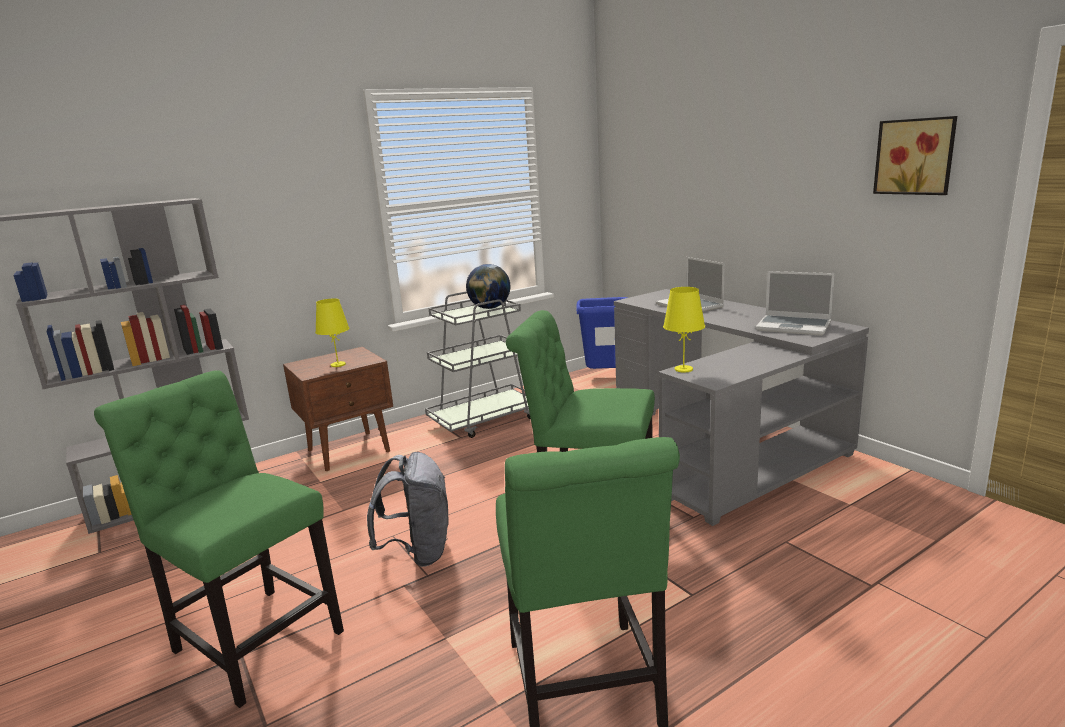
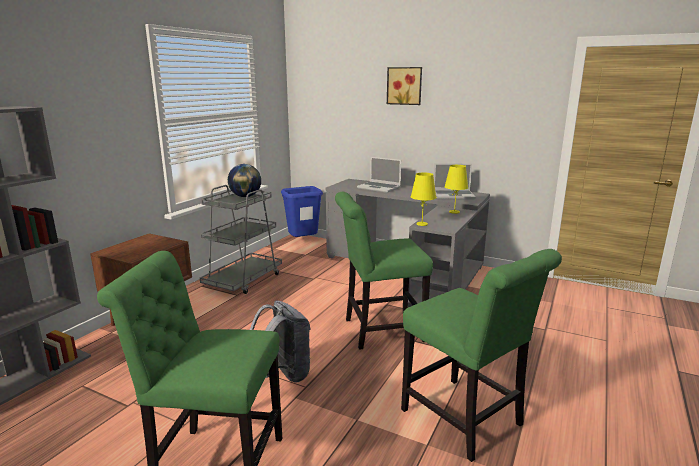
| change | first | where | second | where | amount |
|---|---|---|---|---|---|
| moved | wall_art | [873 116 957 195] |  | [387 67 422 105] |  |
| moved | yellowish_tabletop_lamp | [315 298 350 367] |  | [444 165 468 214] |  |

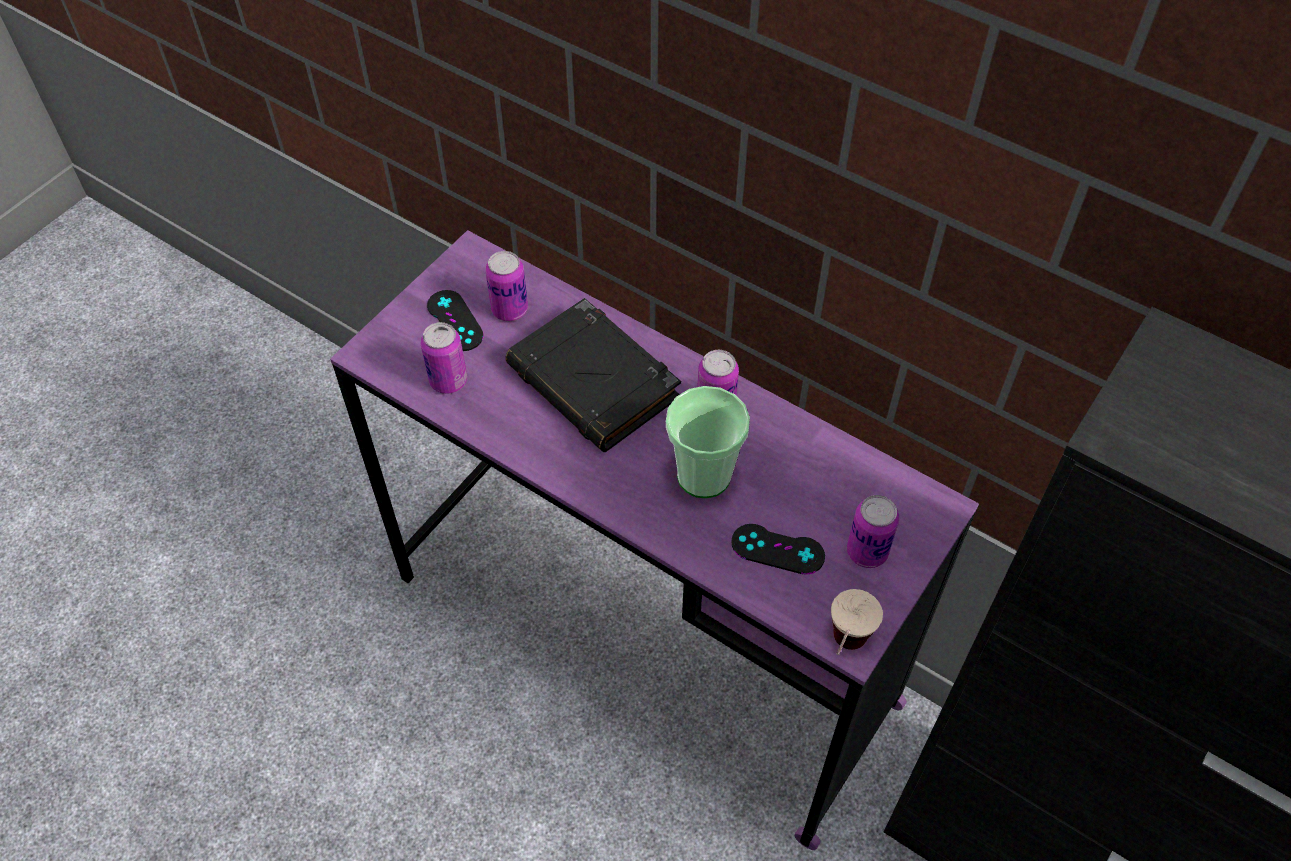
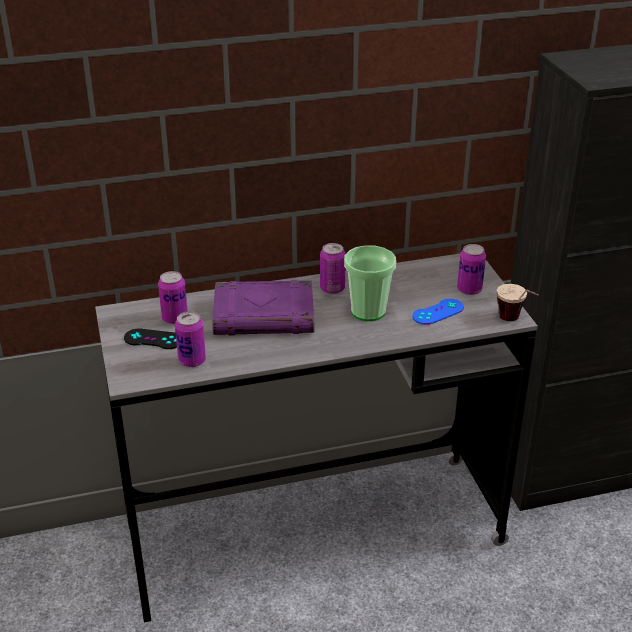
| change | first | where | second | where | amount |
|---|---|---|---|---|---|
| recoloured | purplish_desk | [330 230 979 850] | grey_desk | [95 254 538 623] |  |
| recoloured | black_book | [505 298 681 452] | purplish_book | [212 280 314 336] |  |
| recoloured | black_game_controller | [731 524 825 575] | blue_game_controller | [412 299 464 325] |  |

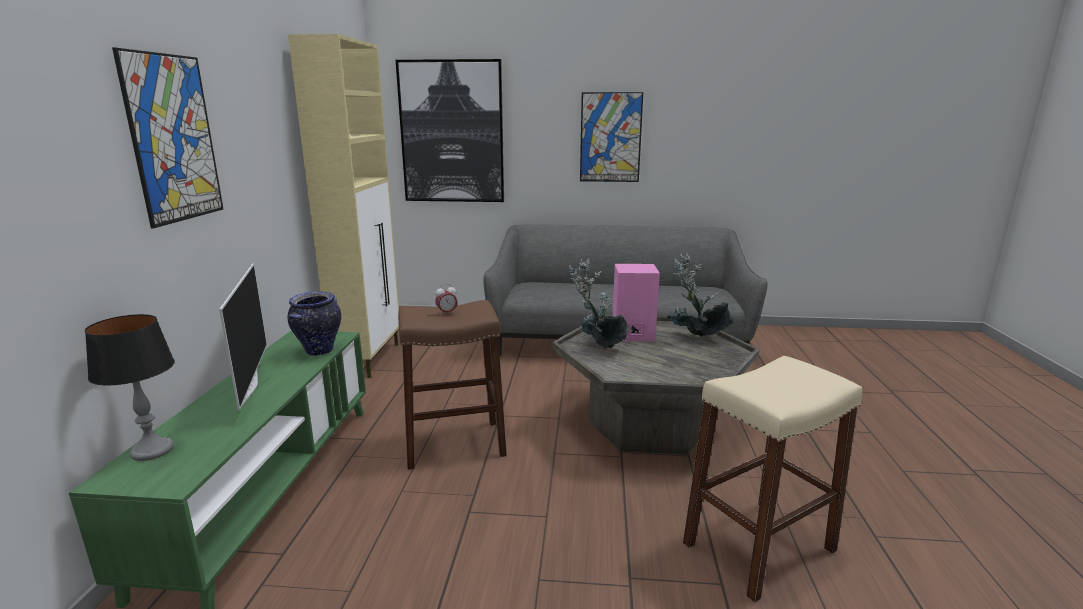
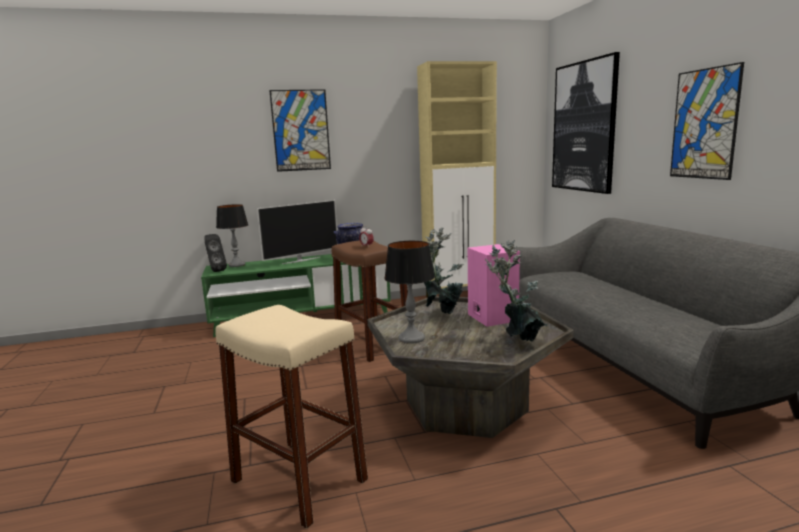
| change | first | where | second | where | amount |
|---|---|---|---|---|---|
| added |  |  | black_audio_speaker | [205 234 227 272] |  |
| added |  |  | tabletop_lamp | [384 241 435 344] |  |

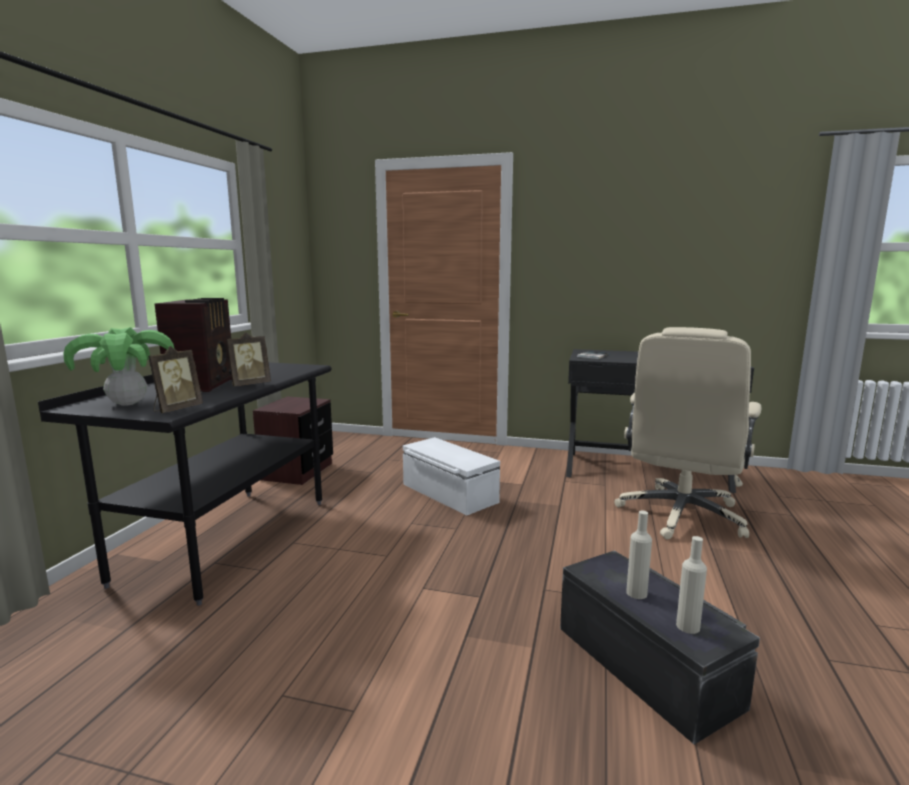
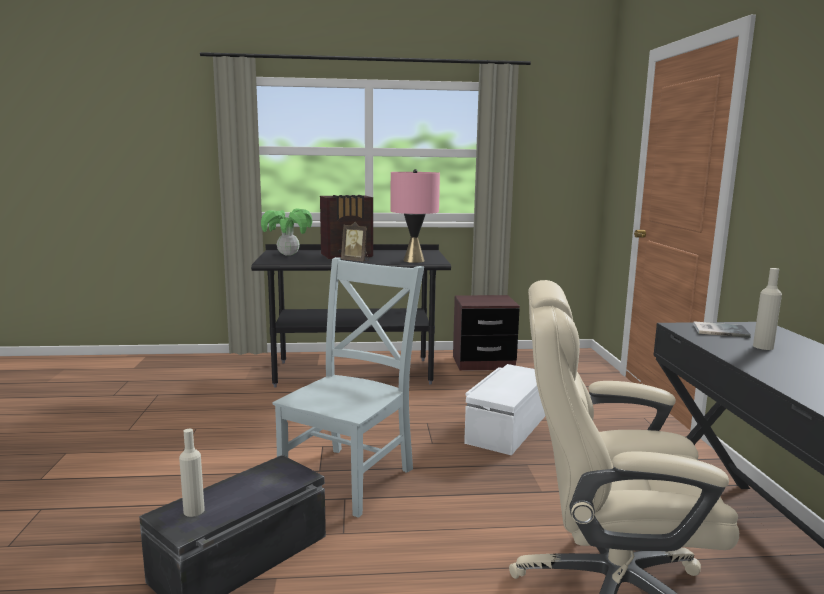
| change | first | where | second | where | amount |
|---|---|---|---|---|---|
| added |  |  | grey_chair | [273 257 424 518] |  |
| added |  |  | pink_tabletop_lamp | [390 169 440 263] |  |
| moved | sand-coloured_bottle | [626 510 652 599] |  | [753 268 782 350] |  |
| removed | picture_frame | [148 346 203 413] |  |  |  |

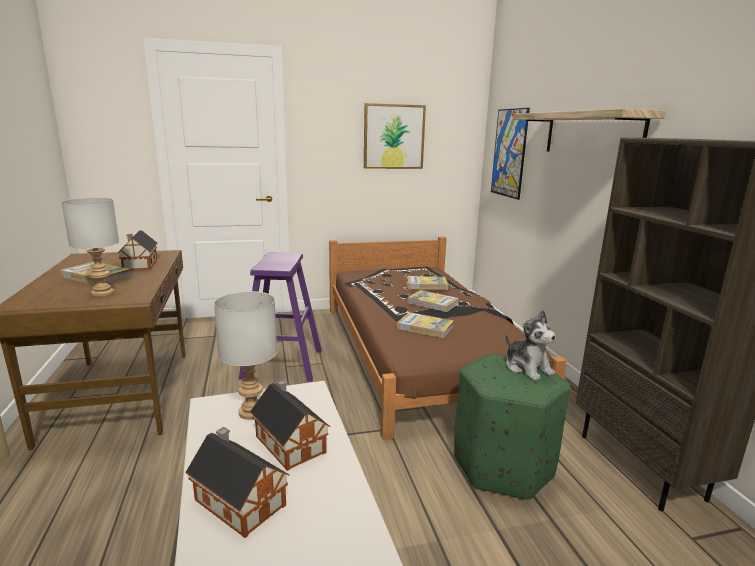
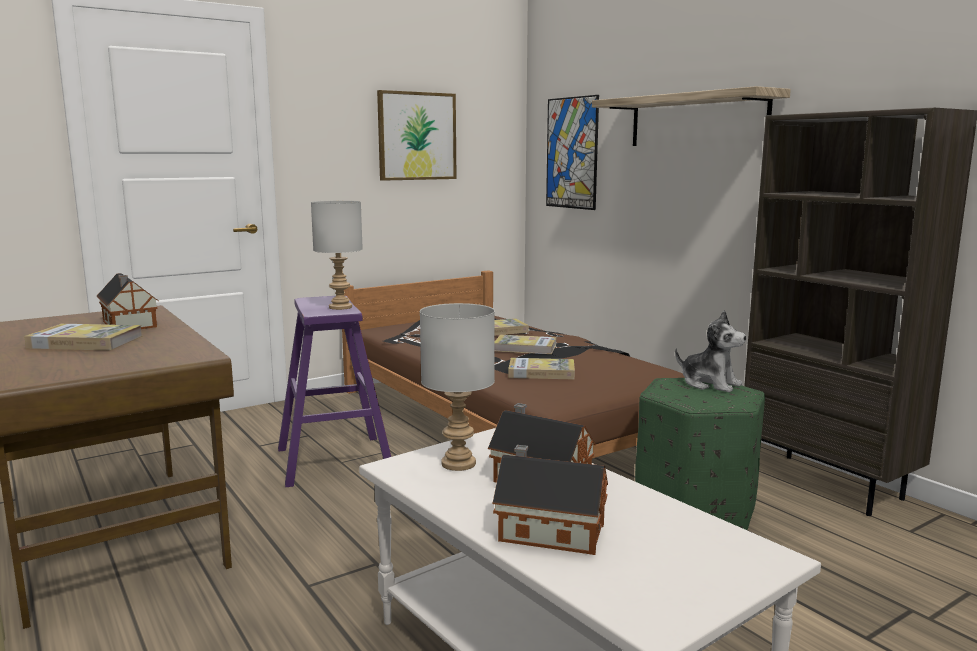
| change | first | where | second | where | amount |
|---|---|---|---|---|---|
| moved | grey_tabletop_lamp | [61 197 119 297] |  | [311 200 363 310] |  |

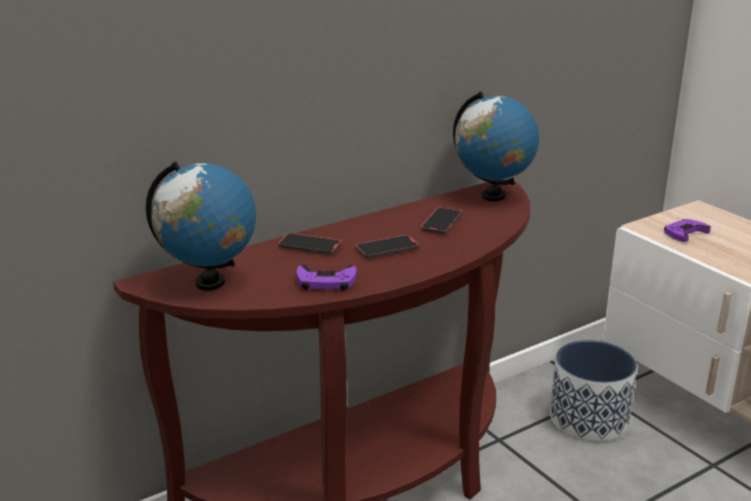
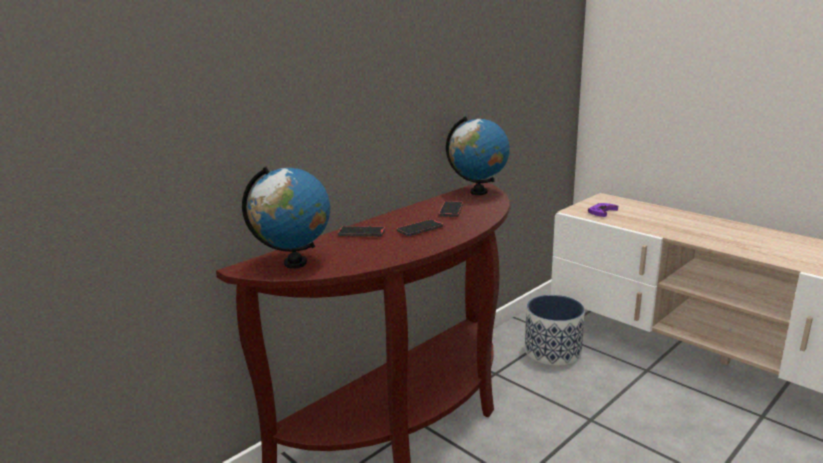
| change | first | where | second | where | amount |
|---|---|---|---|---|---|
| removed | purplish_game_controller | [297 265 357 291] |  |  |  |

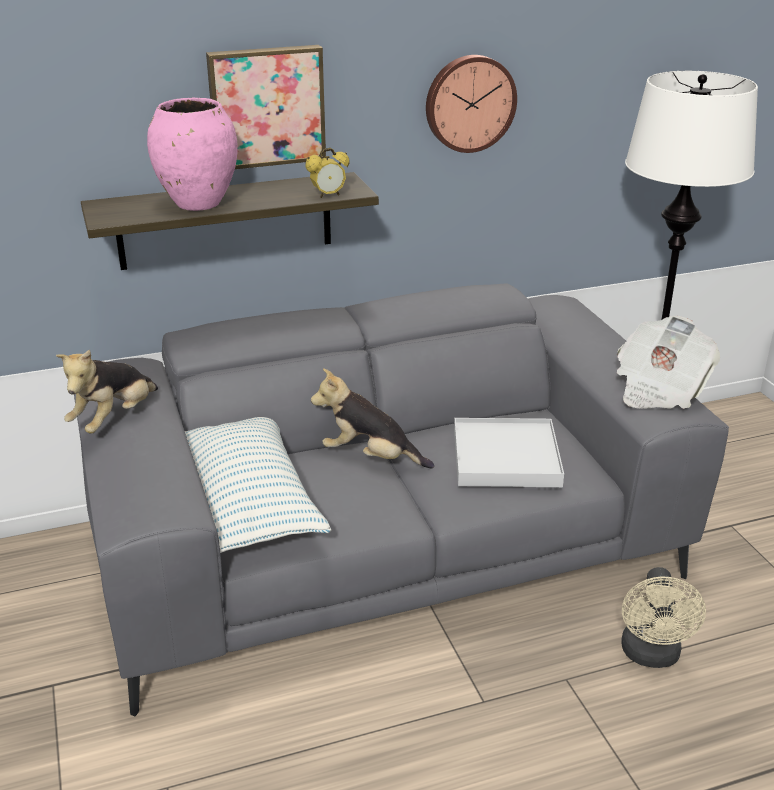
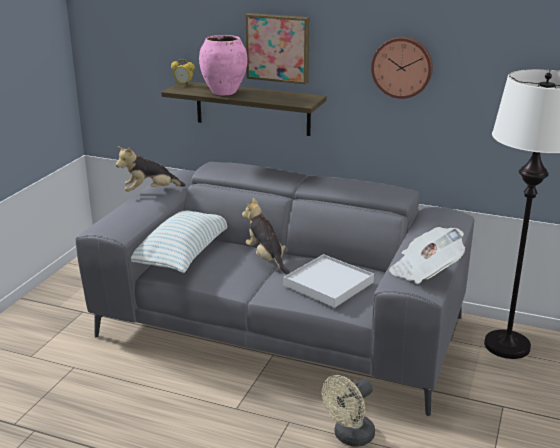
| change | first | where | second | where | amount |
|---|---|---|---|---|---|
| moved | alarm_clock | [305 148 350 198] |  | [171 59 195 86] |  |

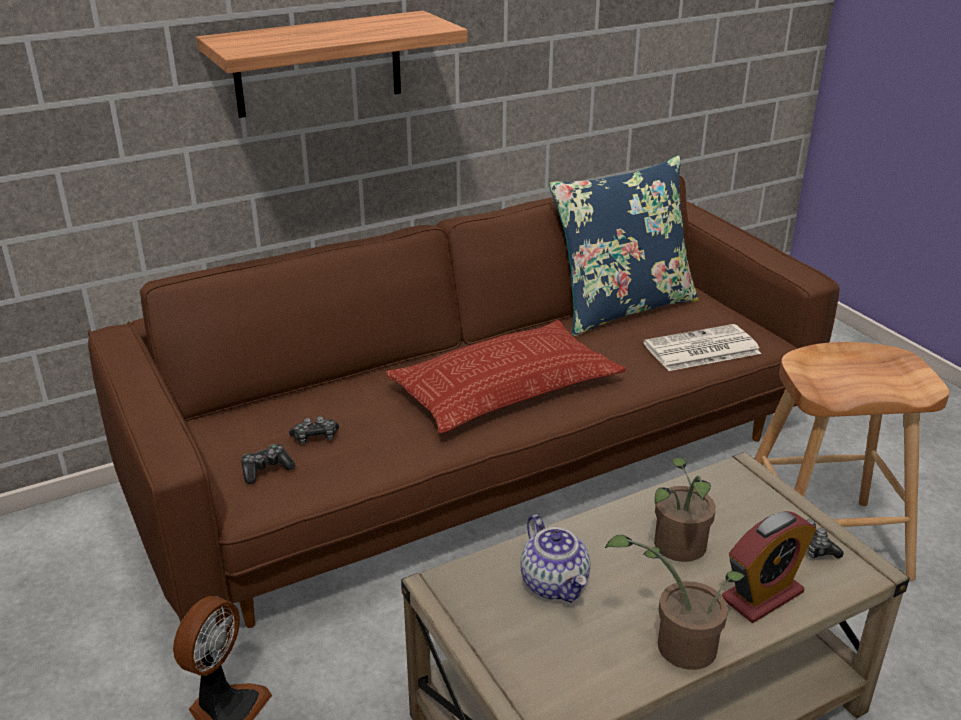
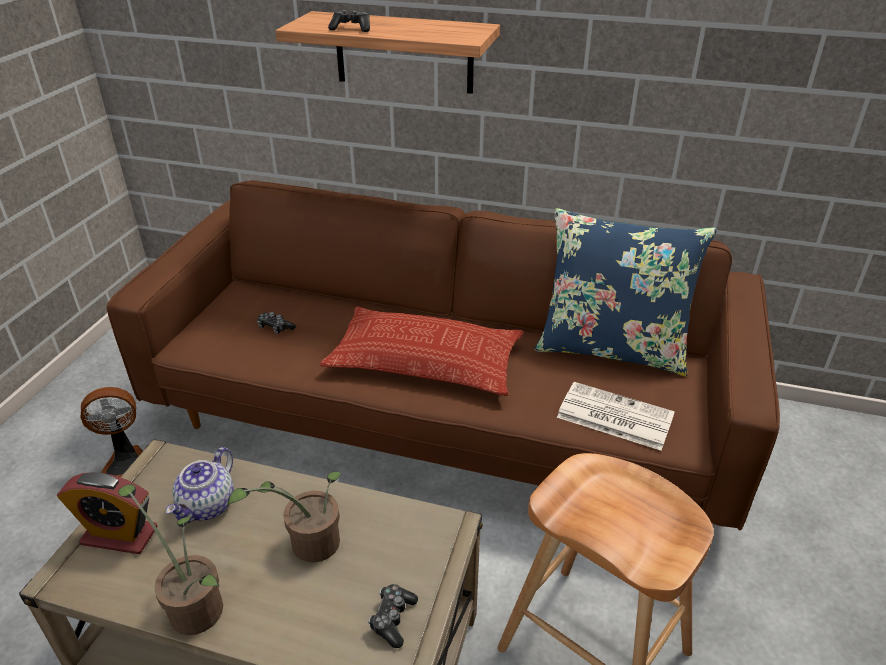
| change | first | where | second | where | amount |
|---|---|---|---|---|---|
| moved | alarm_clock | [722 511 817 623] |  | [57 472 158 554] |  |
| moved | game_controller | [241 444 295 484] |  | [328 10 370 32] |  |

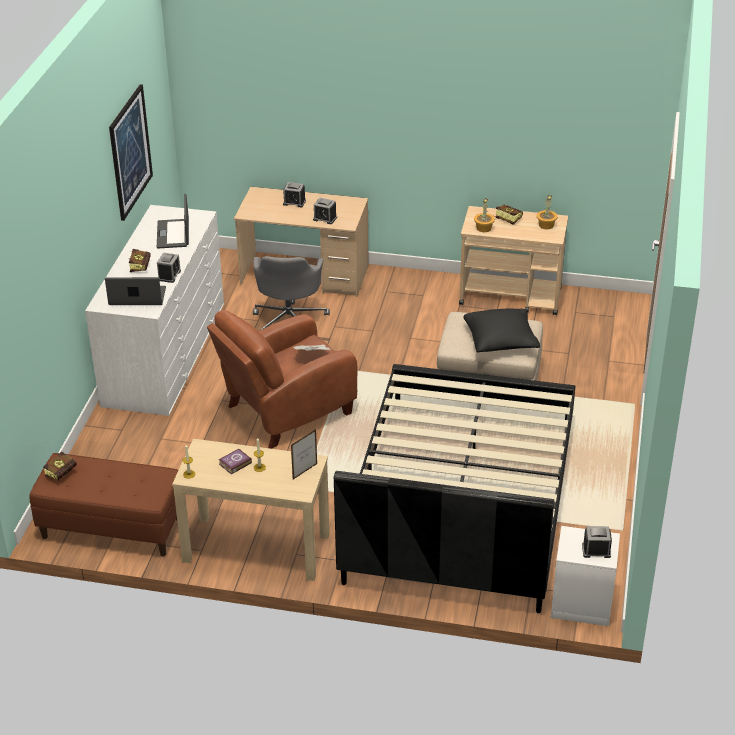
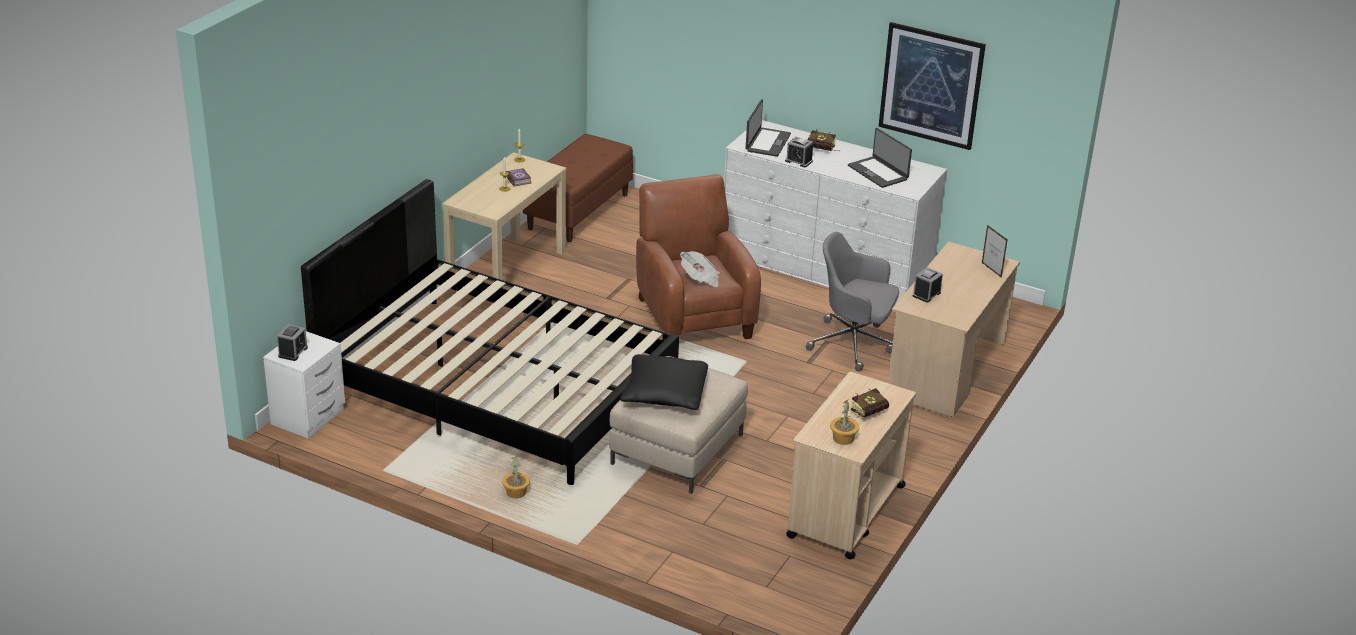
| change | first | where | second | where | amount |
|---|---|---|---|---|---|
| moved | potted_plant | [474 198 495 232] |  | [502 457 530 498] |  |
| turned | portable_computer | [157 194 189 248] |  | [848 128 912 188] | 135 degrees counterclockwise |
| moved | picture_frame | [291 429 317 480] |  | [982 225 1007 278] |  |
| removed | book | [43 451 77 481] |  |  |  |
| removed | alarm_clock | [283 182 306 207] |  |  |  |

